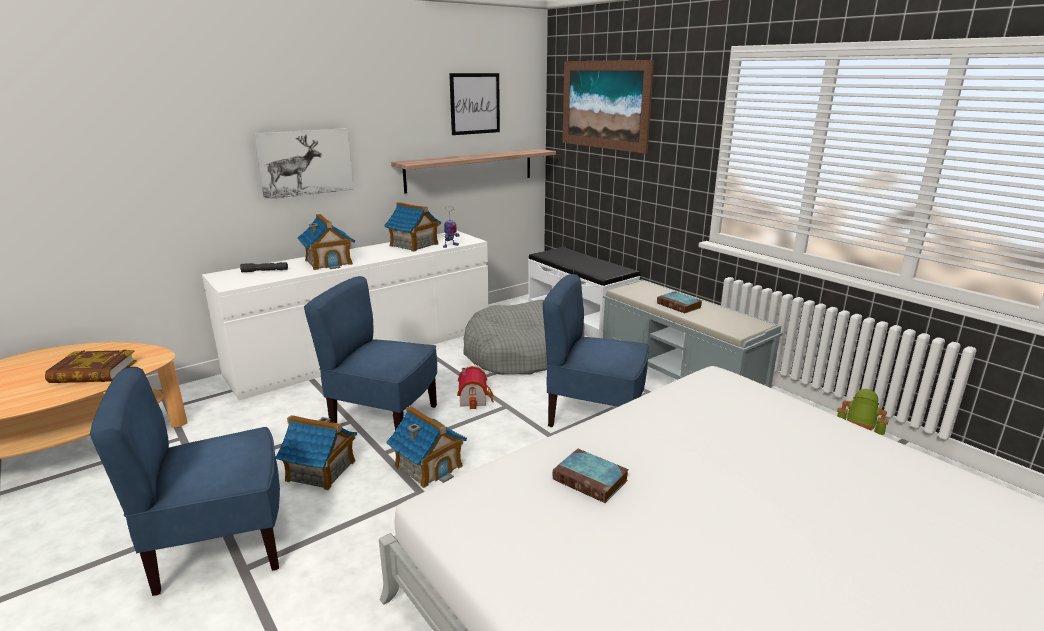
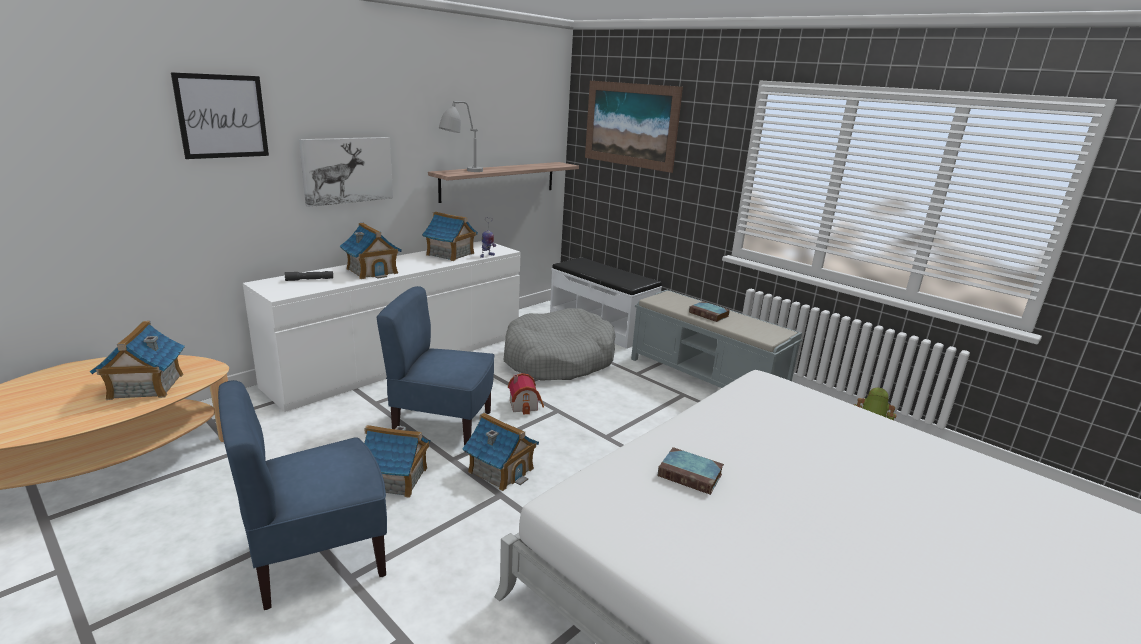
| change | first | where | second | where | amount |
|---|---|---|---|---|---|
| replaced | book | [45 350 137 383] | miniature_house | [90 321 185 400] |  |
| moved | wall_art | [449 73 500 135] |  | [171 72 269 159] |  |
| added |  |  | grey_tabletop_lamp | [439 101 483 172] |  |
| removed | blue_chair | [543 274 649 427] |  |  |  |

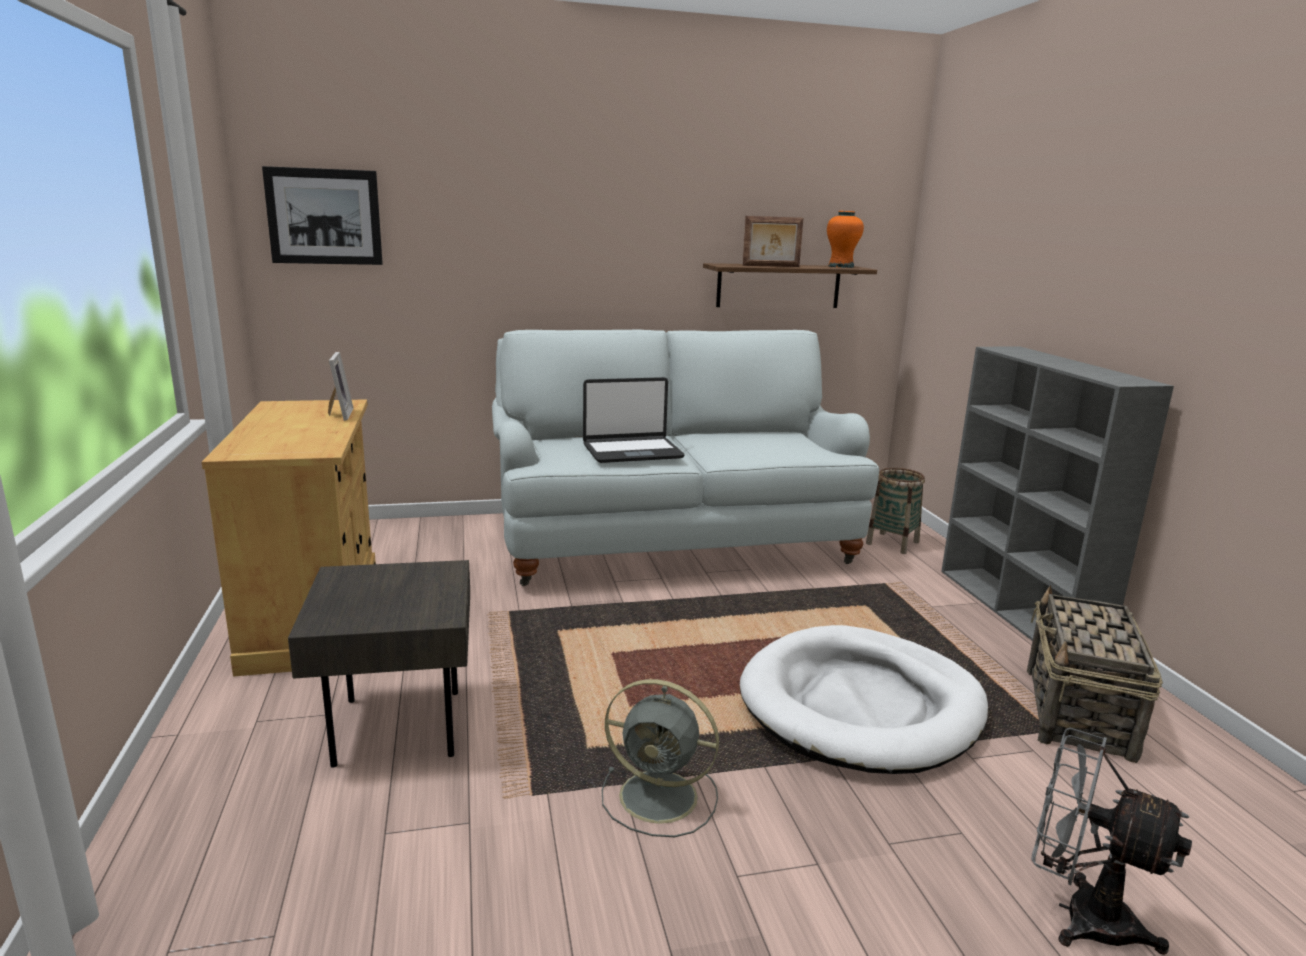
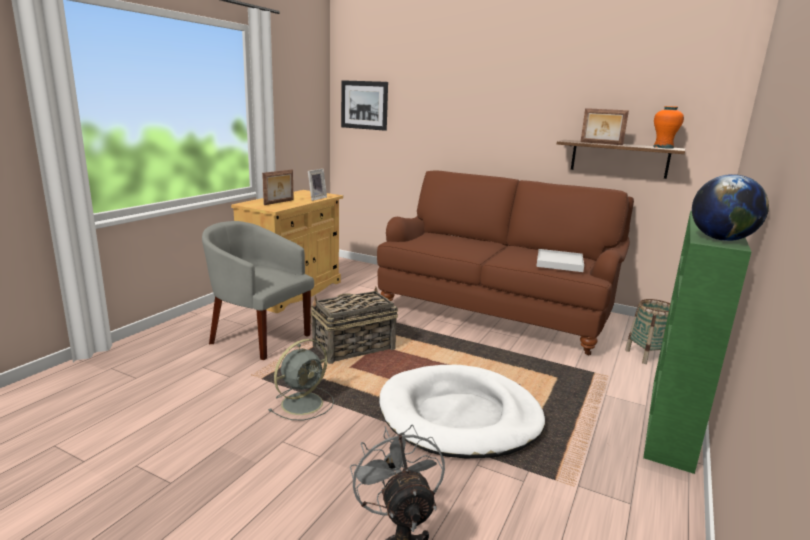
| change | first | where | second | where | amount |
|---|---|---|---|---|---|
| replaced | grey_end_table | [288 560 470 768] | grey_armchair | [202 221 314 360] |  |
| added |  |  | picture_frame | [262 170 294 205] |  |
| turned | grey_cooling_fan | [602 679 719 837] |  | [268 339 334 420] | 105 degrees counterclockwise |
| moved | household_basket | [1027 585 1163 763] |  | [310 287 398 364] |  |
| recoloured | whitish_couch | [492 330 879 586] | brownish_couch | [377 170 634 355] |  |
| added |  |  | whitish_serving_tray | [536 249 584 272] |  |
| recoloured | grey_bookshelf | [941 347 1174 641] | greenish_bookshelf | [643 211 751 474] |  |
| added |  |  | desk_globe | [692 174 769 241] |  |
| removed | portable_computer | [583 377 685 463] |  |  |  |

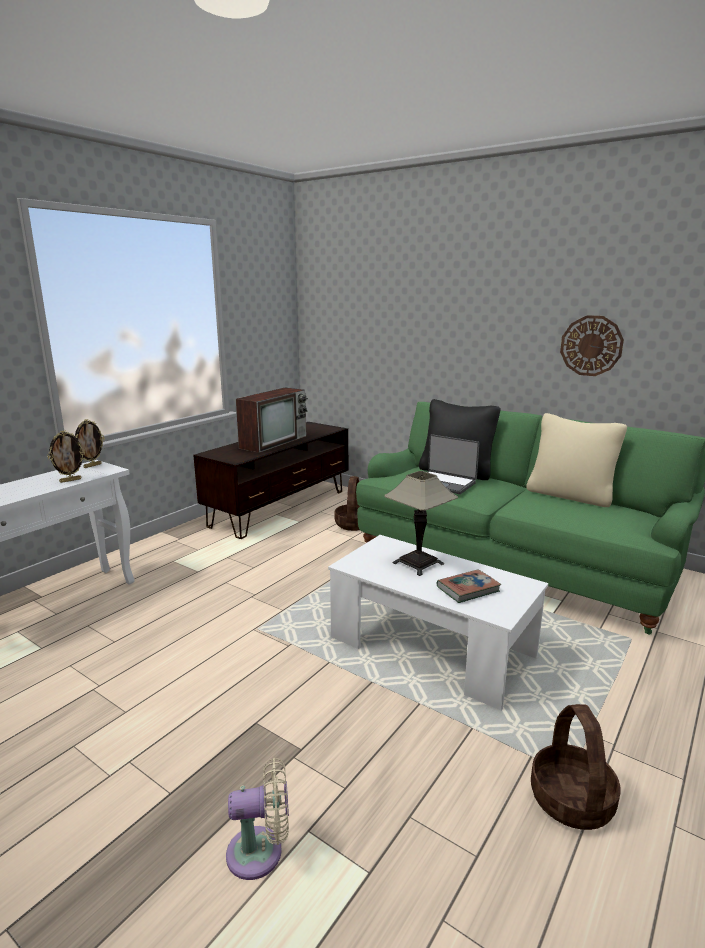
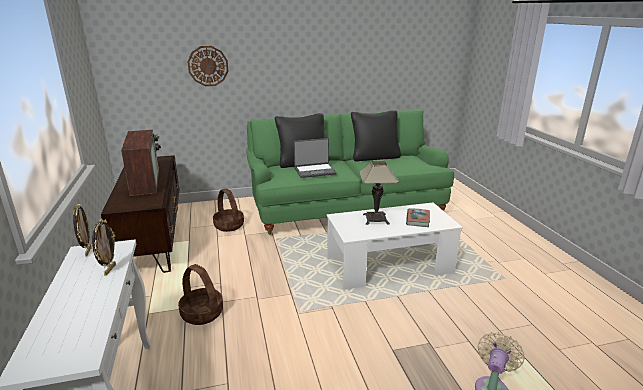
| change | first | where | second | where | amount |
|---|---|---|---|---|---|
| moved | household_basket | [531 704 621 830] |  | [178 264 223 325] |  |
| moved | hanging_clock | [560 315 624 376] |  | [187 46 228 86] |  |
| recoloured | sand-coloured_pillow | [526 413 627 507] | black_pillow | [351 110 401 161] |  |

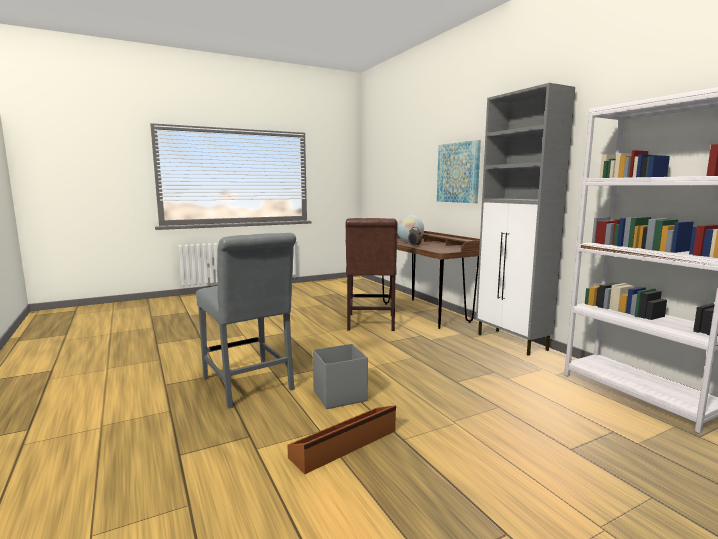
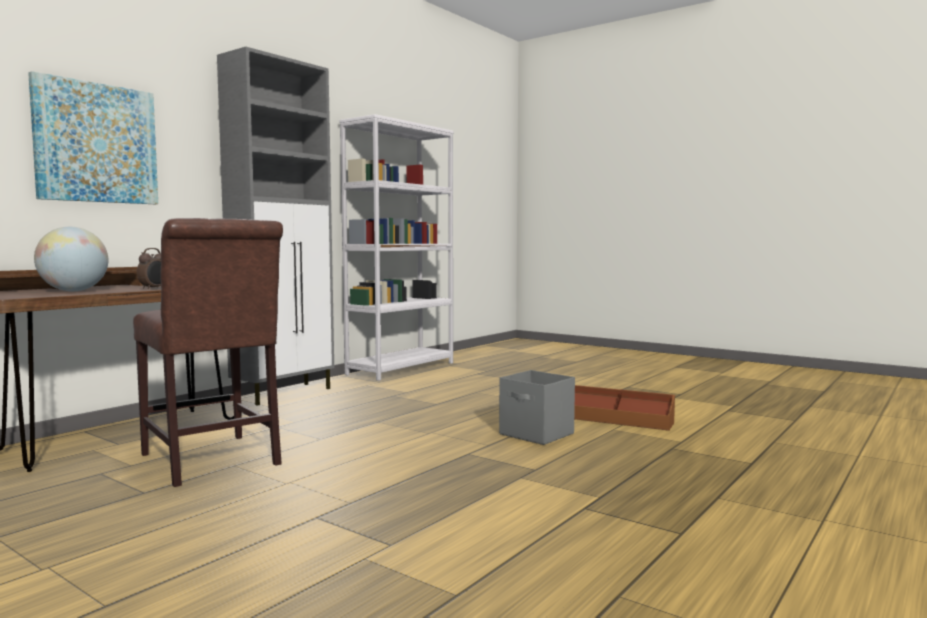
| change | first | where | second | where | amount |
|---|---|---|---|---|---|
| turned | brownish_chair | [345 218 398 331] |  | [133 218 283 487] | 75 degrees clockwise |
| removed | grey_chair | [196 233 296 409] |  |  |  |

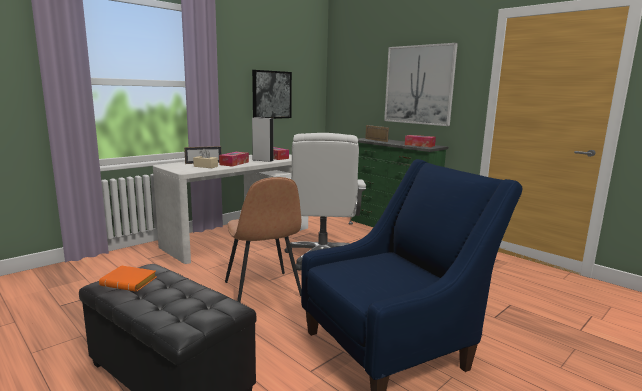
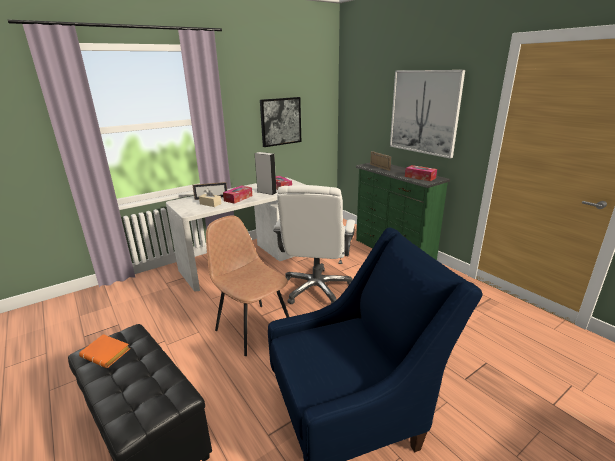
| change | first | where | second | where | amount |
|---|---|---|---|---|---|
| turned | brownish_chair | [225 177 301 302] |  | [206 216 289 356] | 150 degrees clockwise |

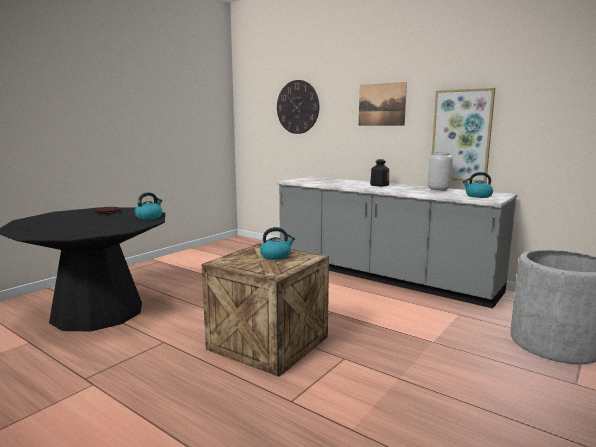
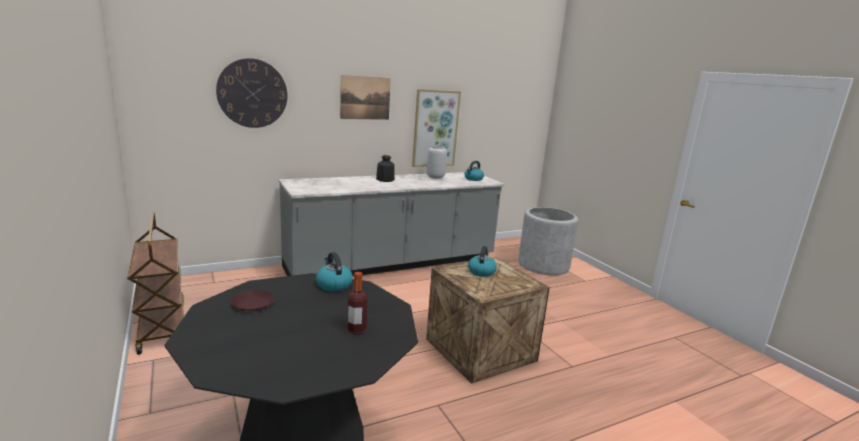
| change | first | where | second | where | amount |
|---|---|---|---|---|---|
| added |  |  | brownish_cart | [127 212 184 355] |  |
| added |  |  | bottle | [347 272 367 333] |  |

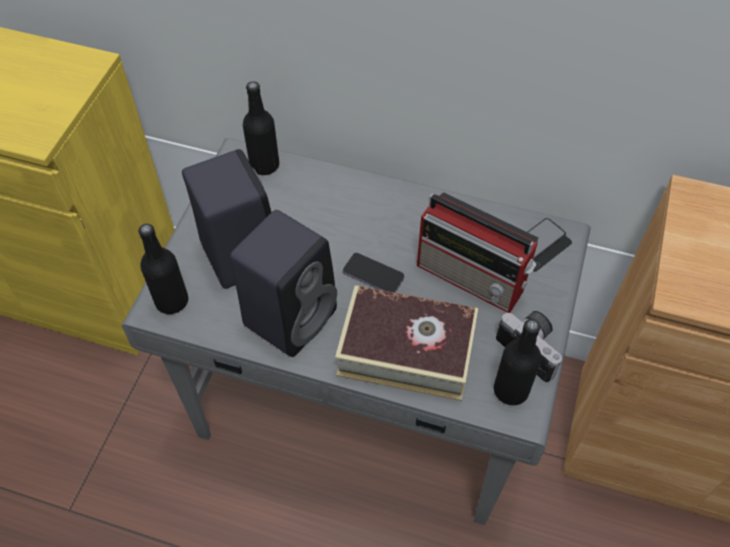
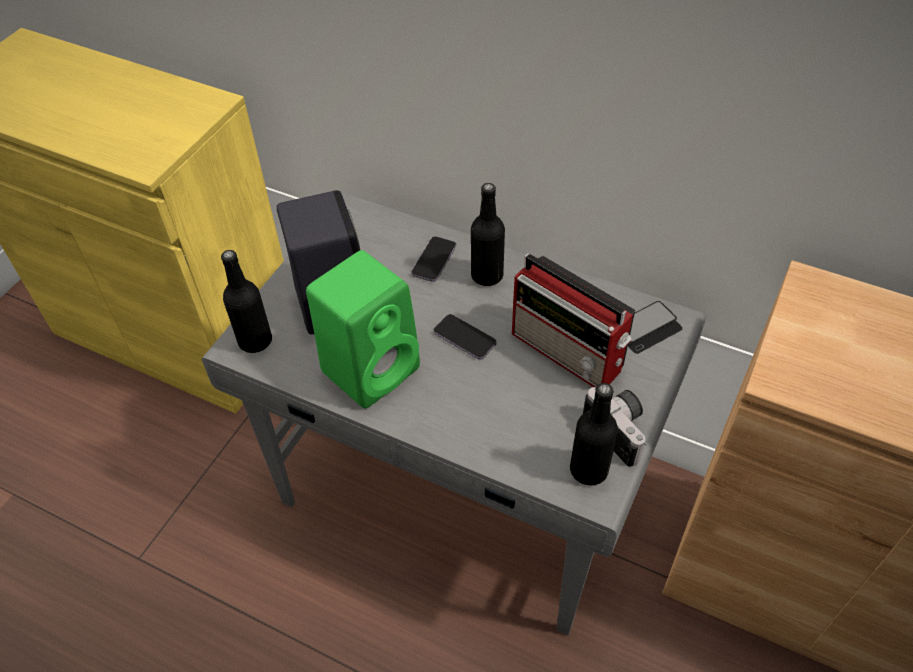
| change | first | where | second | where | amount |
|---|---|---|---|---|---|
| recoloured | black_audio_speaker | [230 210 337 357] | greenish_audio_speaker | [306 250 420 409] |  |
| added |  |  | phone | [411 236 456 282] |  |
| moved | black_bottle | [243 81 279 175] |  | [471 183 505 286] |  |
| removed | book | [335 285 478 401] |  |  |  |

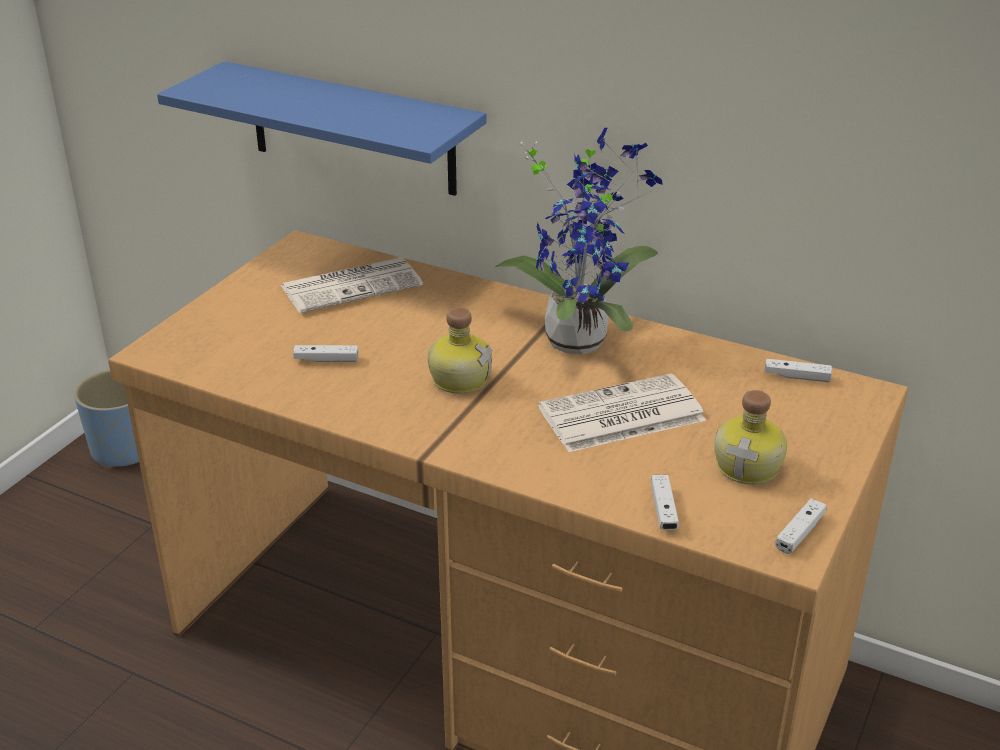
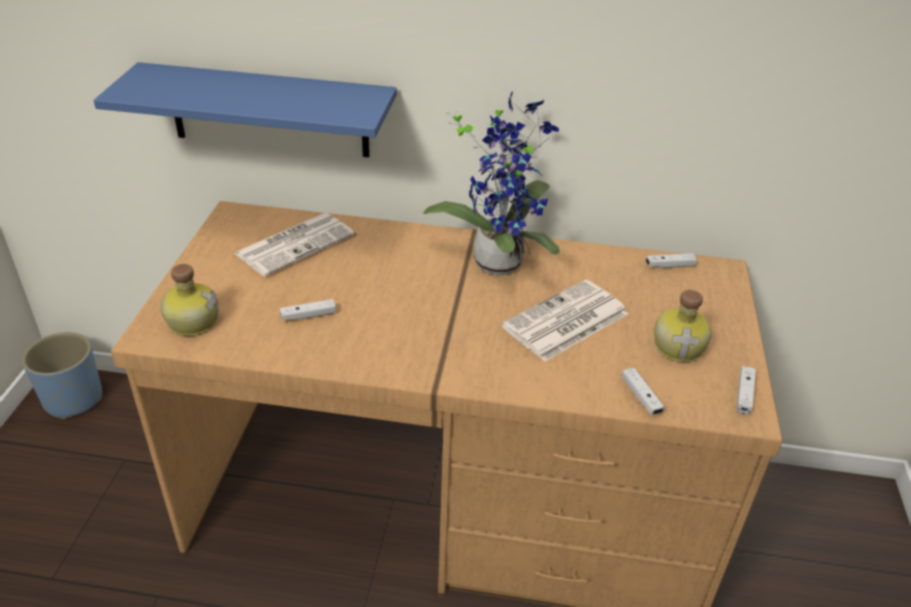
| change | first | where | second | where | amount |
|---|---|---|---|---|---|
| moved | bottle | [427 308 493 393] |  | [160 264 218 336] |  |

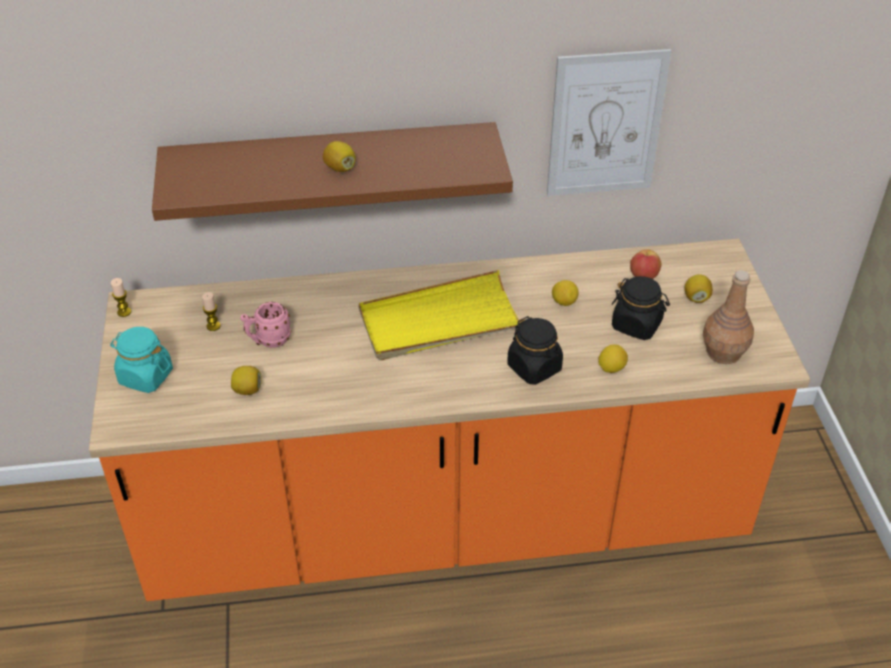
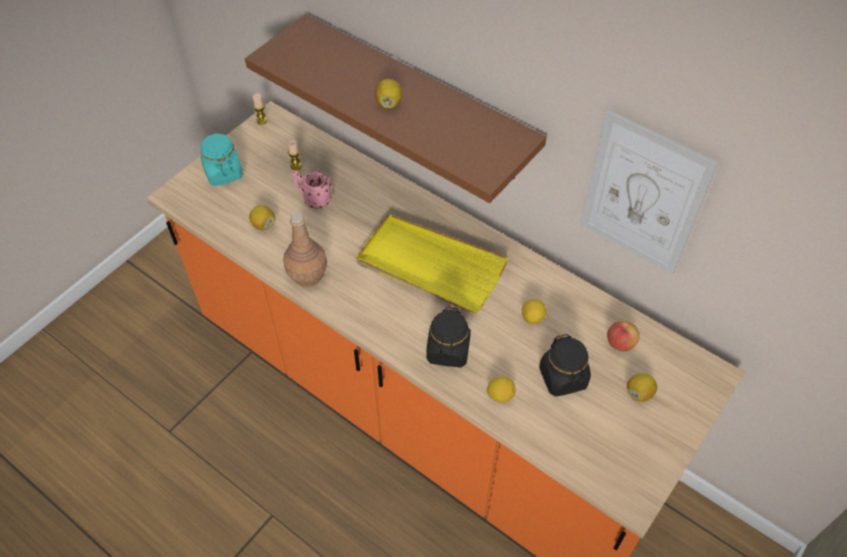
| change | first | where | second | where | amount |
|---|---|---|---|---|---|
| moved | brownish_bottle | [703 270 754 364] |  | [283 213 327 287] |  |

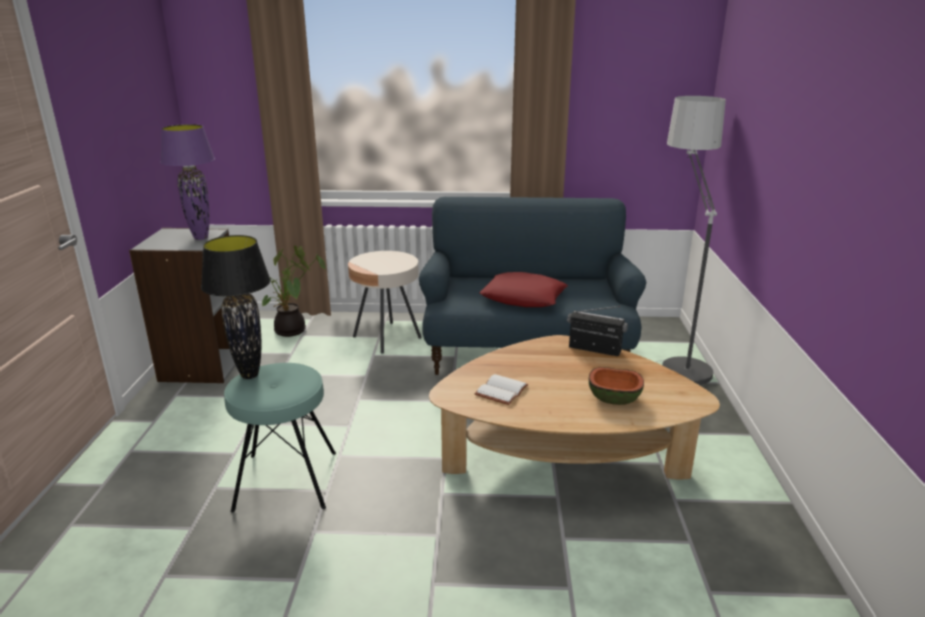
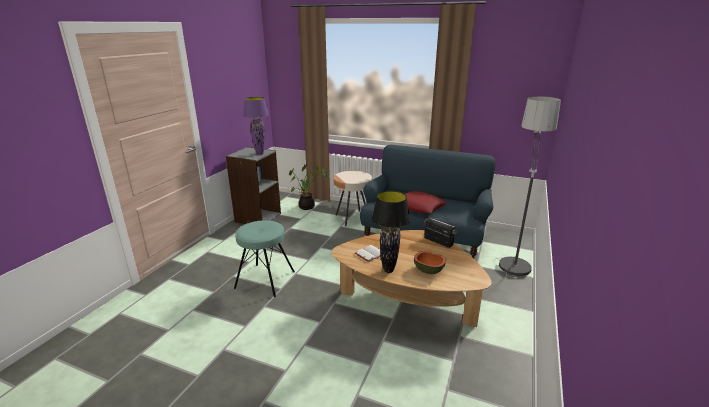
| change | first | where | second | where | amount |
|---|---|---|---|---|---|
| moved | black_tabletop_lamp | [201 235 271 379] |  | [372 191 410 273] |  |

